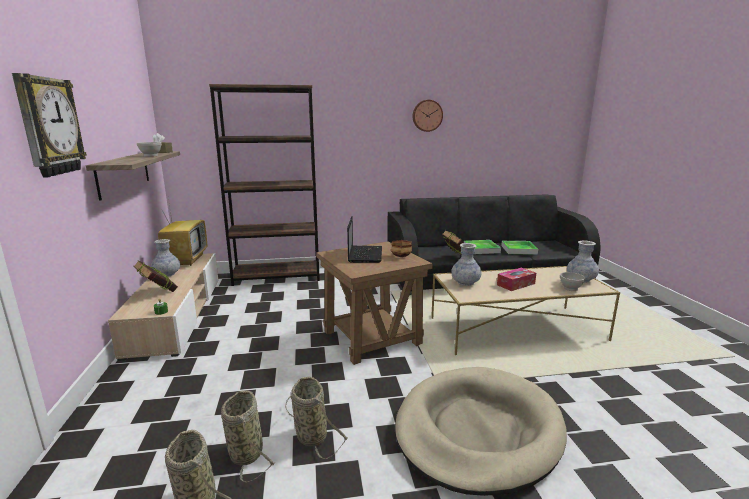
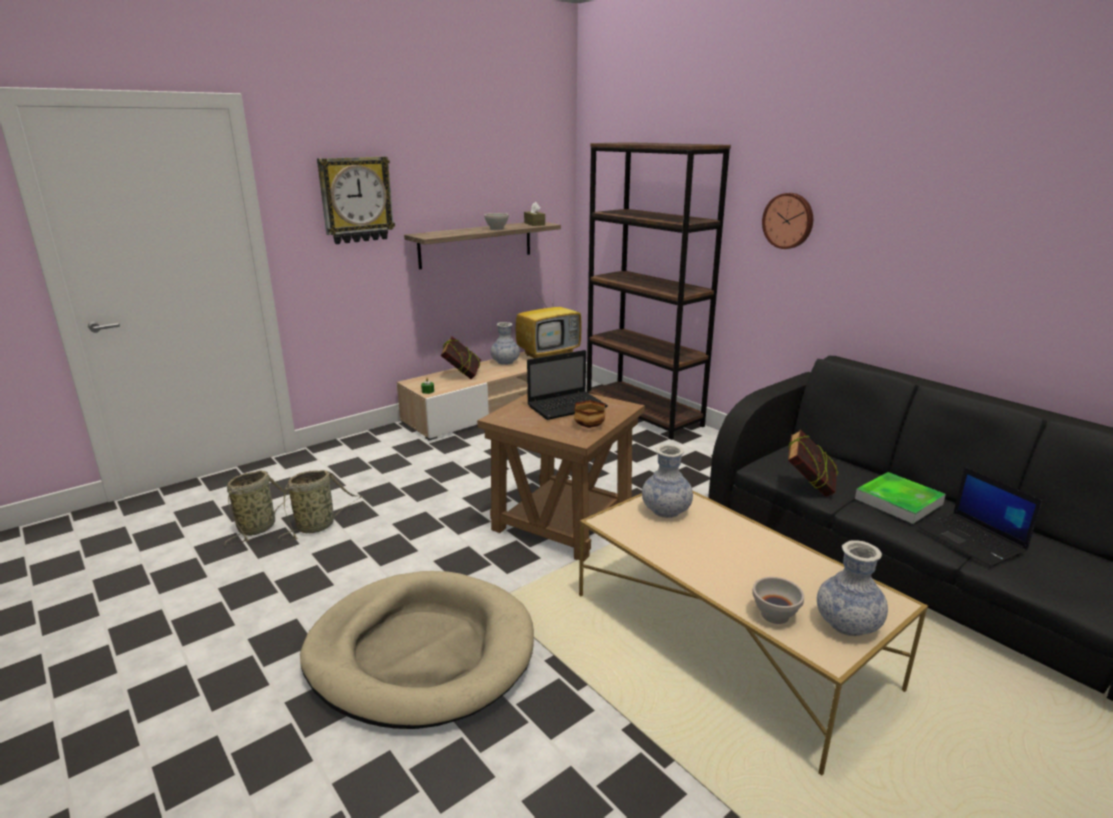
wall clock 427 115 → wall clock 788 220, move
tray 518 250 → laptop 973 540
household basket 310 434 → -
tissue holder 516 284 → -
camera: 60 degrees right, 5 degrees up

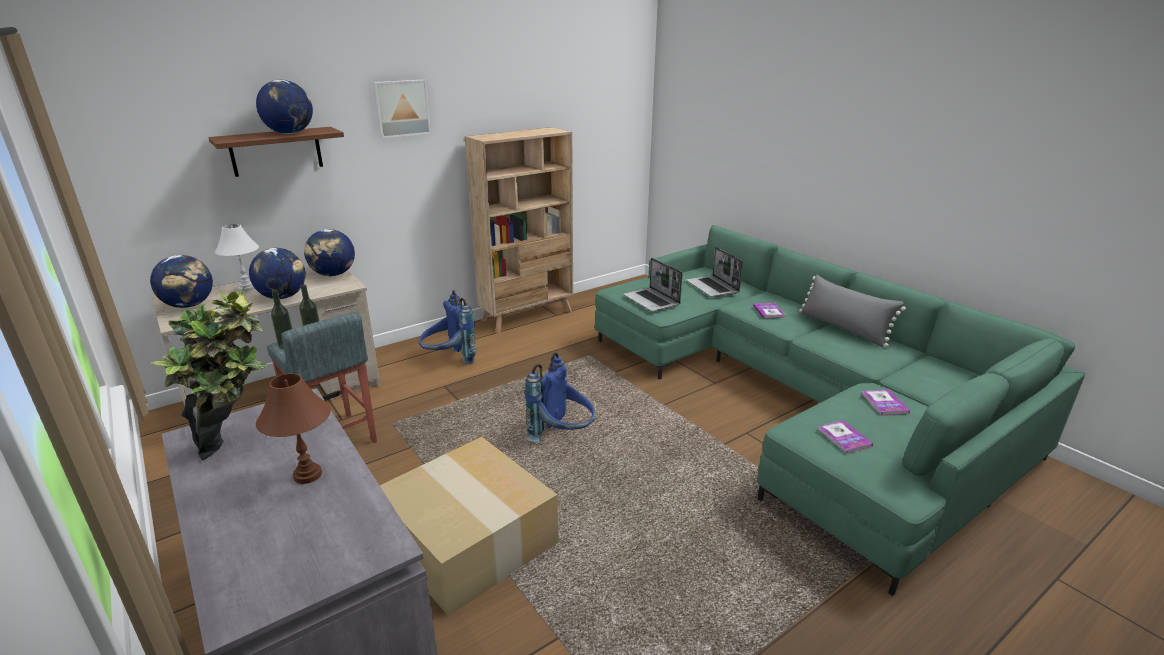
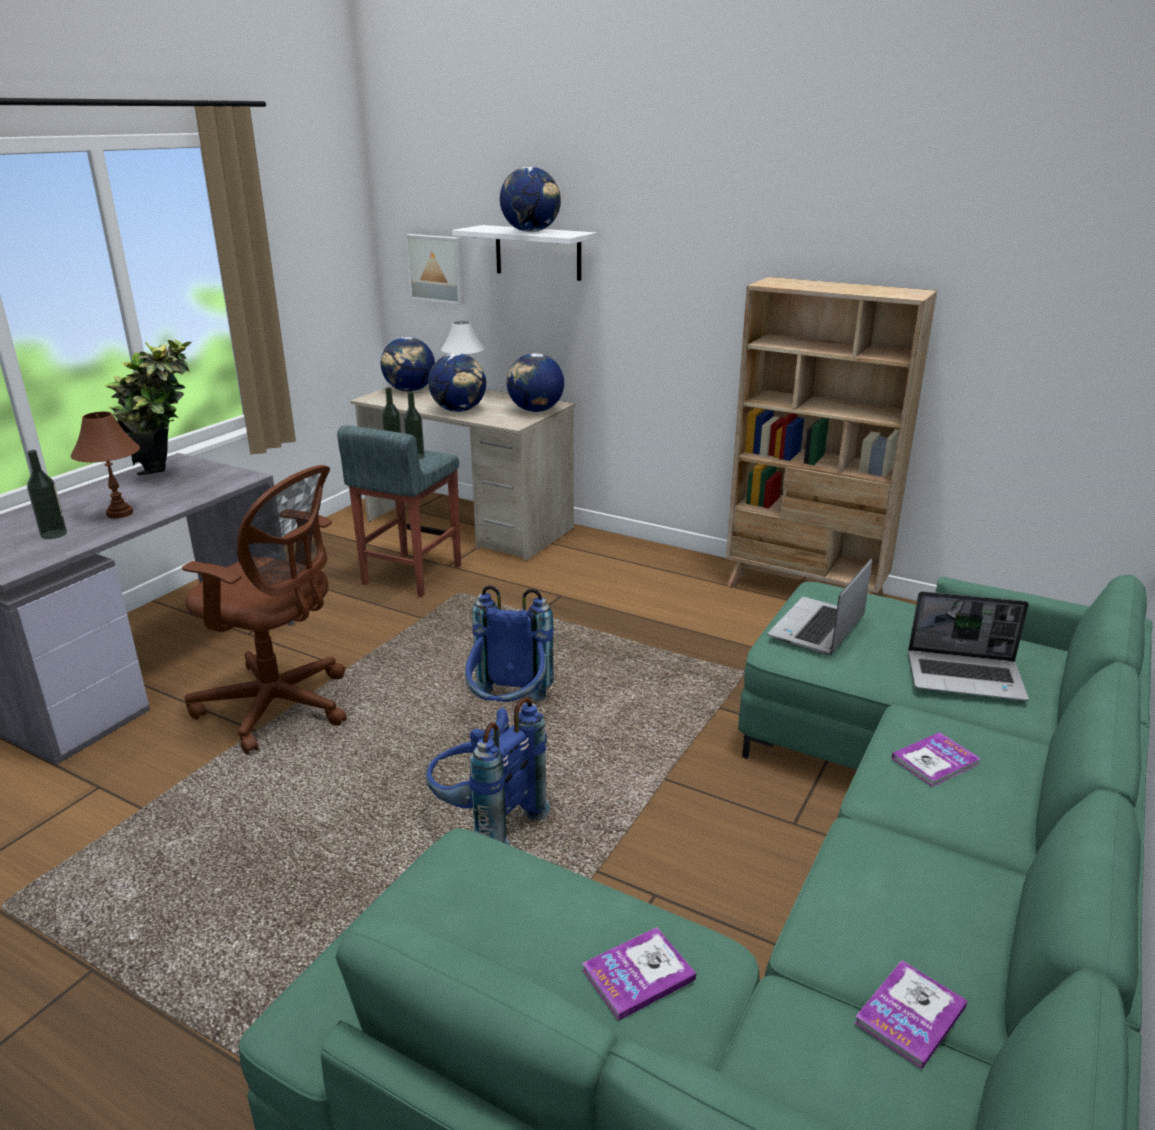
- → drink bottle 54 534
carton 472 540 → brown-coloured computer chair 280 707
picture 401 108 → picture 437 268, move
bluish backpack 449 360 → bluish backpack 484 823, move
brown-coloured shelf 276 151 → whitish shelf 538 252
bound book 844 438 → bound book 910 1015, move
laptop 713 287 → laptop 966 677, 120 degrees counterclockwise
gray cushion 843 328 → -
camera: 65 degrees right, 0 degrees up

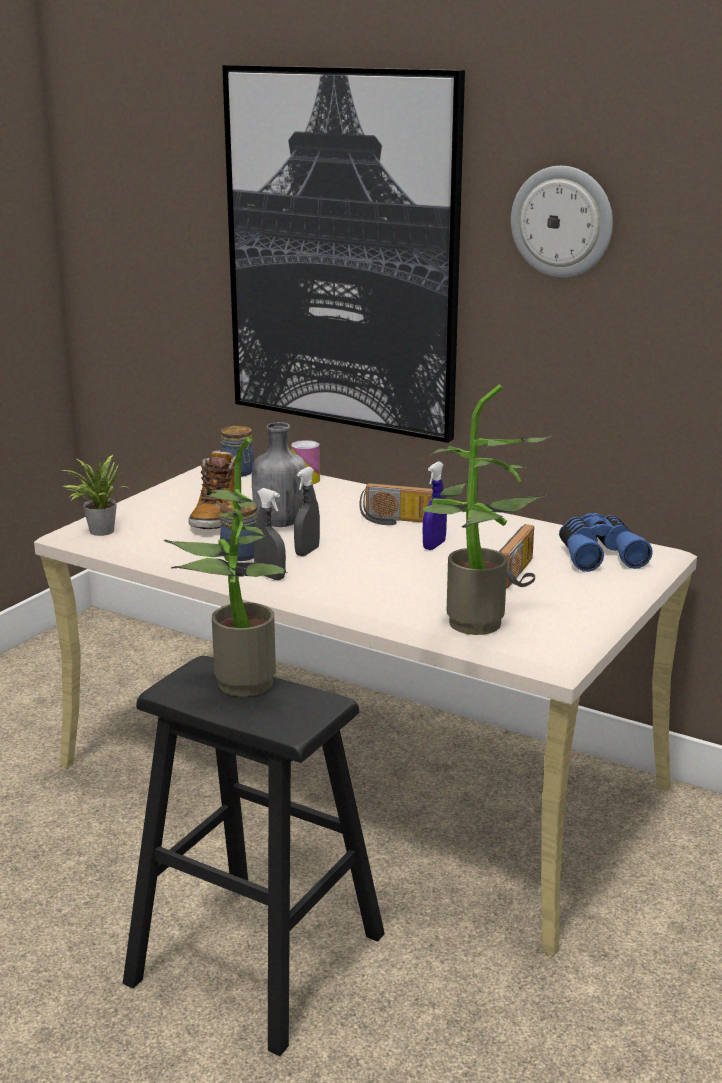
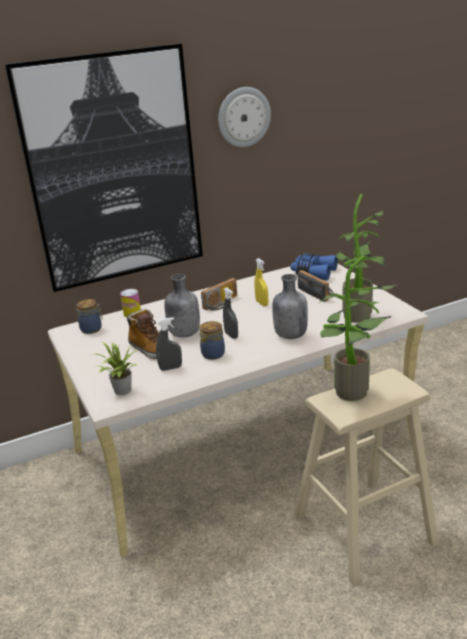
gray spray bottle 270 576 → gray spray bottle 171 368, move
bluish spray bottle 434 545 → yellowish spray bottle 262 303
- → gray drink bottle 290 335
black sitting stool 256 958 → beige-coloured sitting stool 363 529
camera: 55 degrees left, 5 degrees up

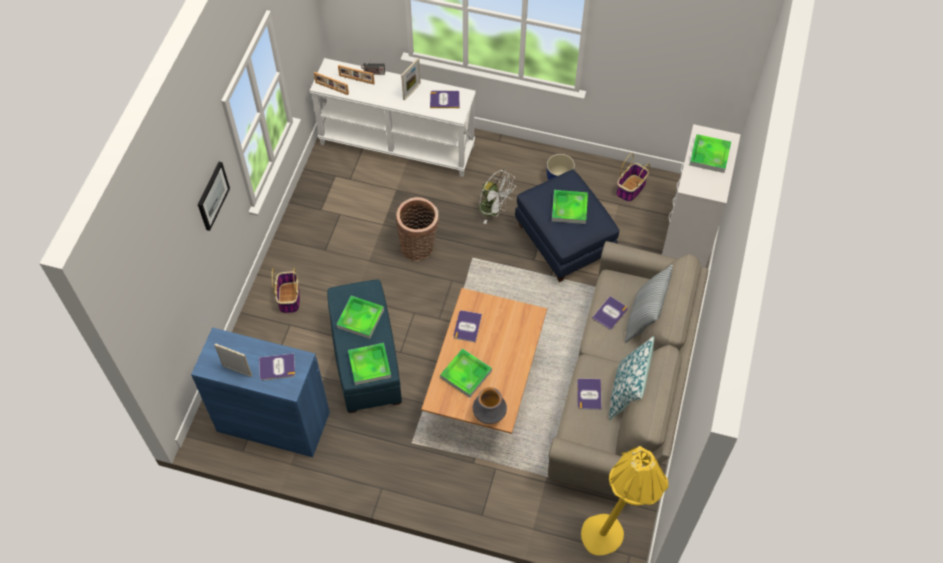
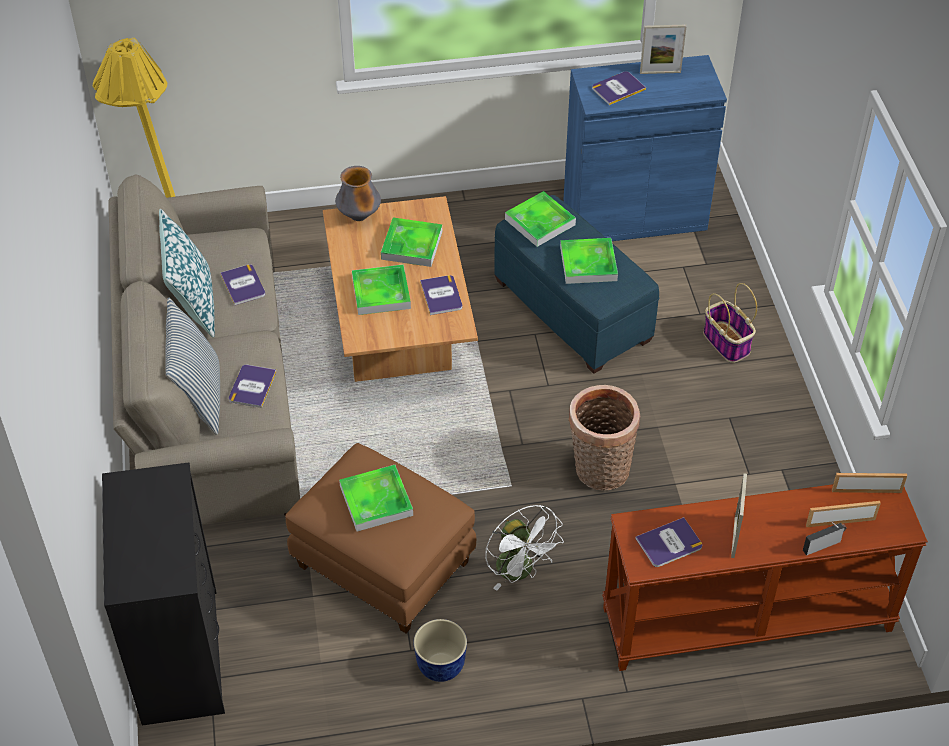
whitish chest of drawers 689 234 → black chest of drawers 180 654
bluish ottoman 565 241 → brown-coloured ottoman 382 565
tray 709 155 → tray 381 293, move
whitish electric fan 494 210 → whitish electric fan 520 571, 135 degrees counterclockwise
whitish narrow table 398 144 → brown-coloured narrow table 746 621
picture 212 195 → -
household basket 630 189 → -
camera: 155 degrees right, 10 degrees down

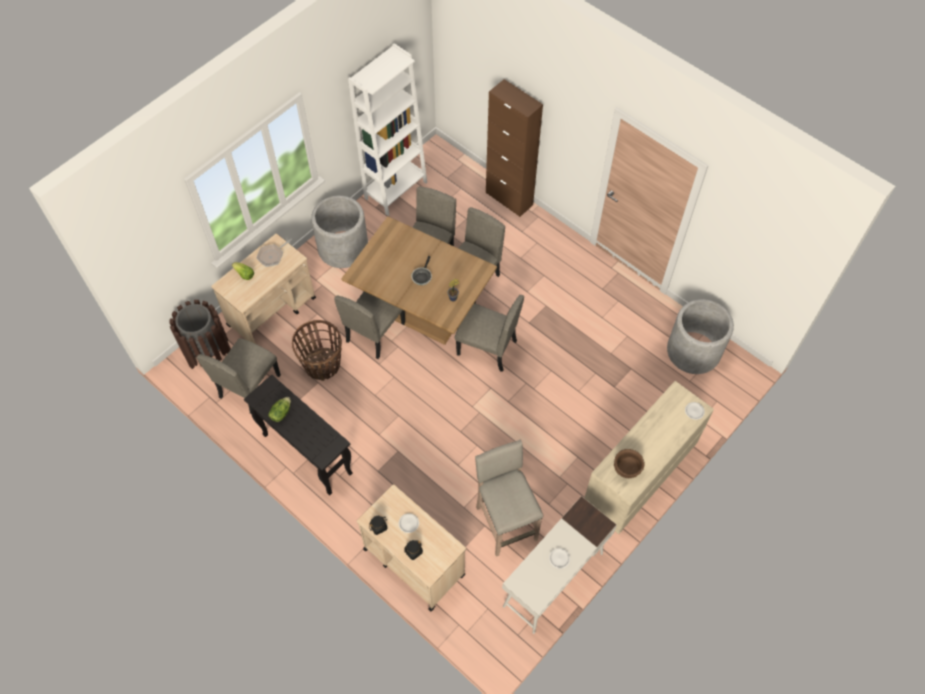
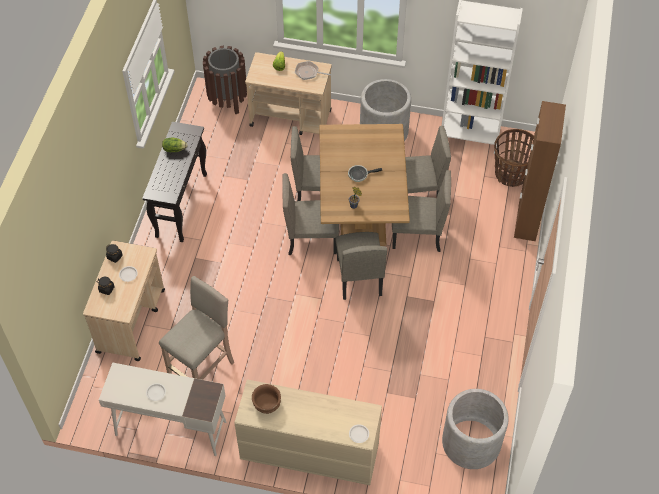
beige-coloured plain chair 249 386 → beige-coloured plain chair 312 238, move
household basket 322 364 → household basket 511 174, move
camera: 60 degrees right, 5 degrees down

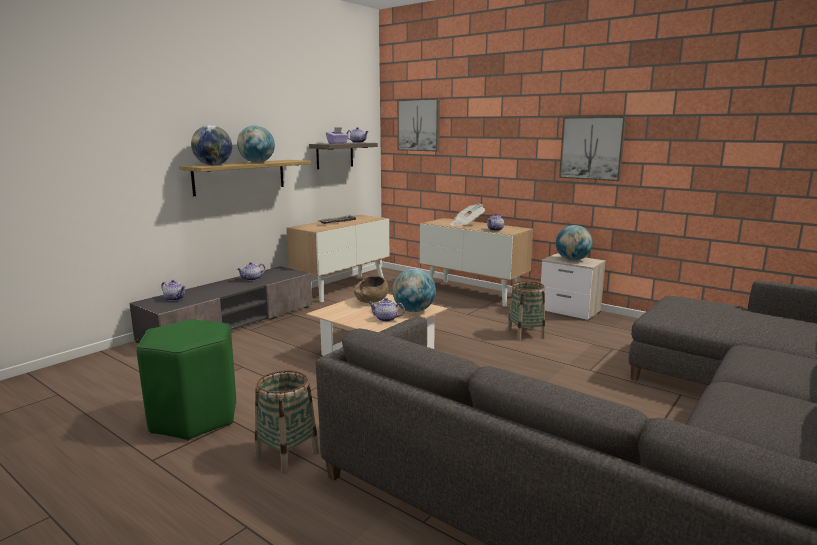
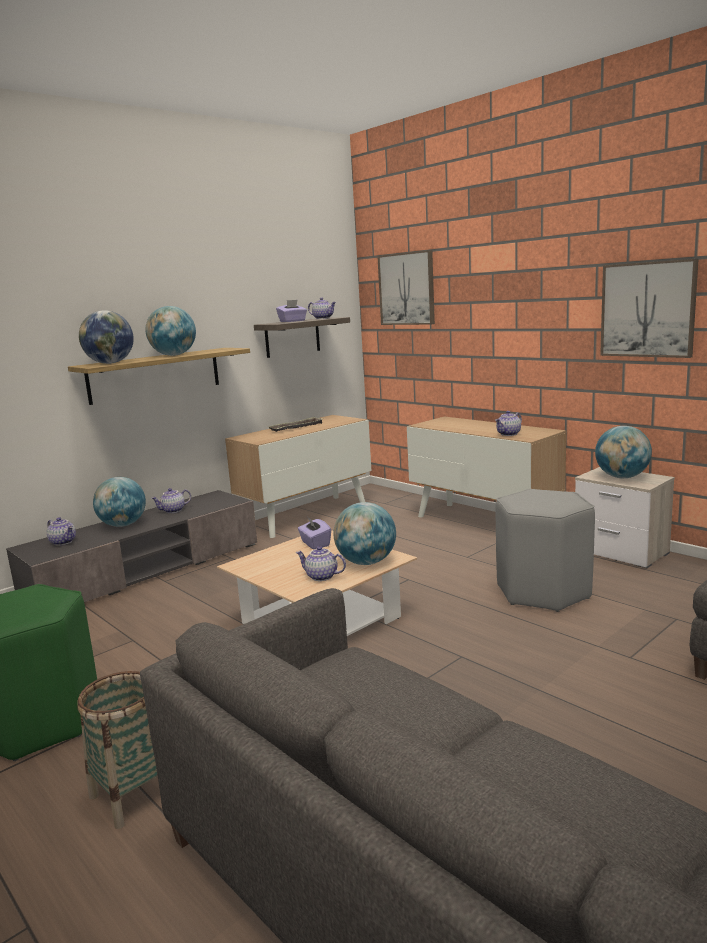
- → globe 123 525
brown-coloured deep dish 372 300 → purple tissue holder 315 544
household basket 525 334 → gray sitting stool 544 592
newspaper 466 224 → -
camera: 10 degrees right, 0 degrees up

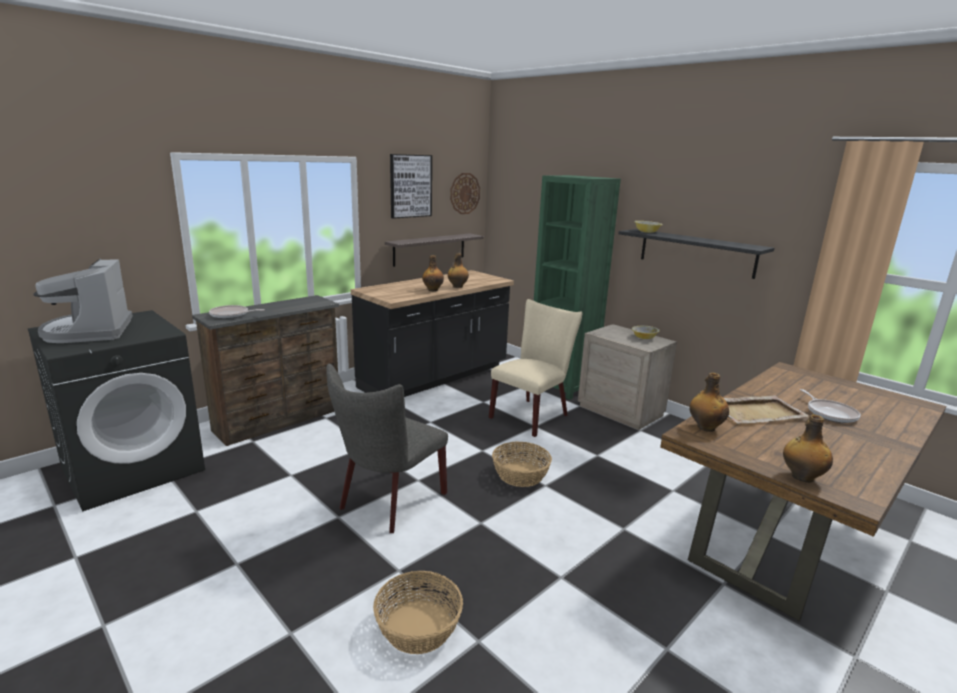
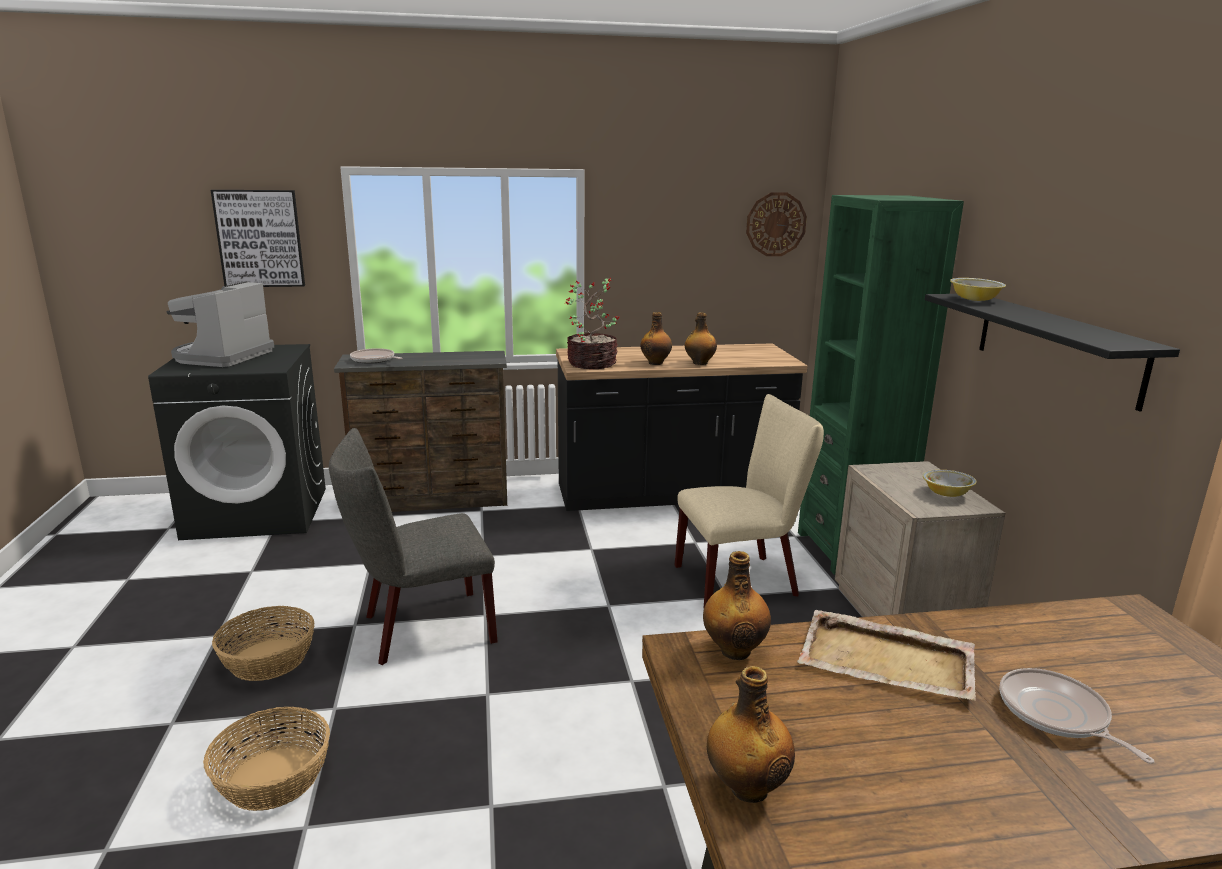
picture 410 186 → picture 260 238, move
household basket 520 474 → household basket 268 659, move
- → potted plant 593 363
frying pan 830 413 → frying pan 1056 715, 135 degrees clockwise
shelf 429 249 → -
camera: 35 degrees right, 0 degrees up

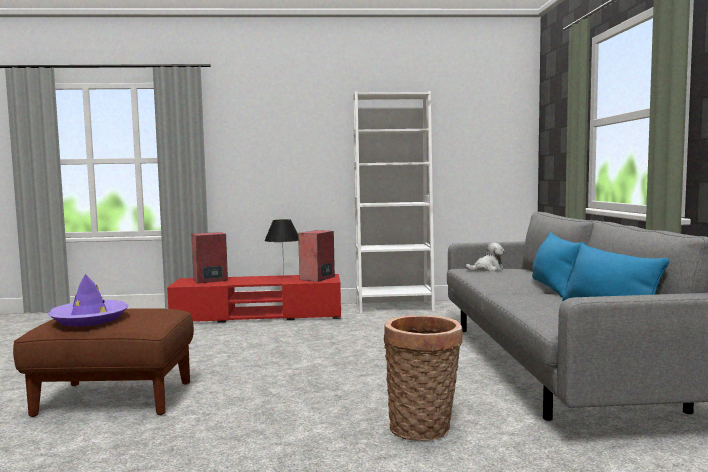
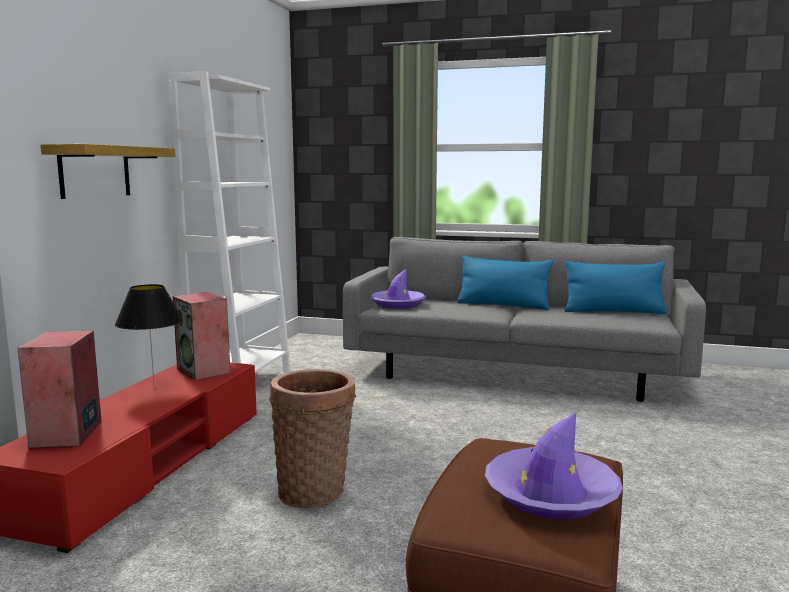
- → shelf 95 171
household basket 423 429 → household basket 315 490, move
plush toy 487 269 → purple clothing hat 397 304
camera: 70 degrees left, 5 degrees up

